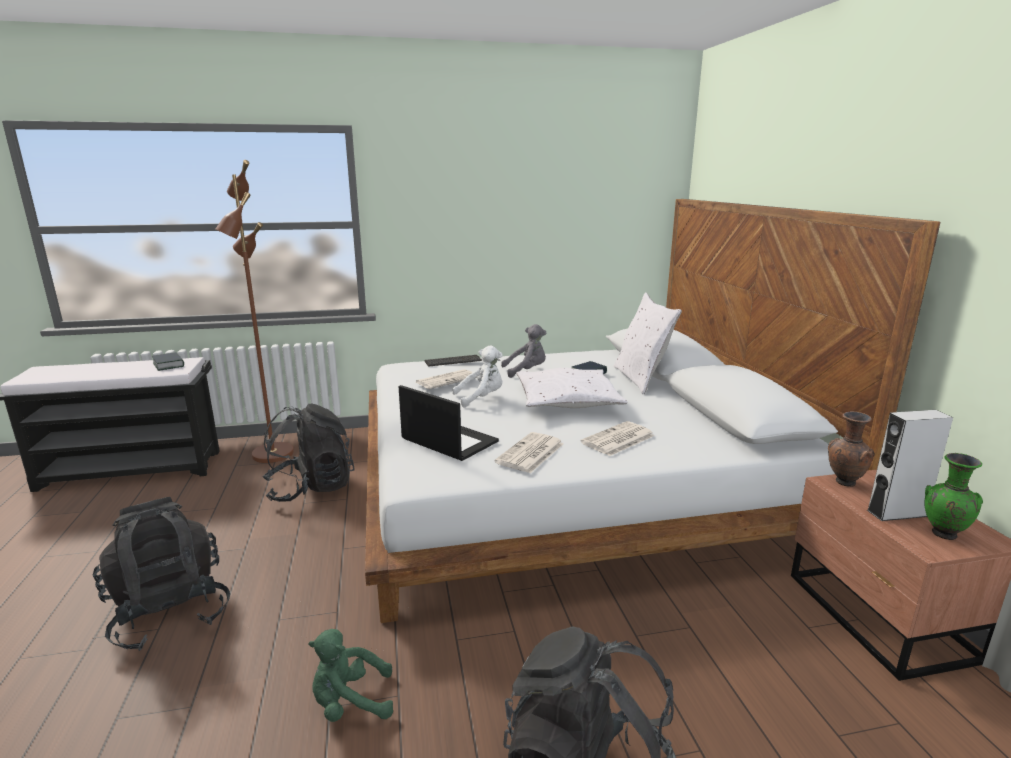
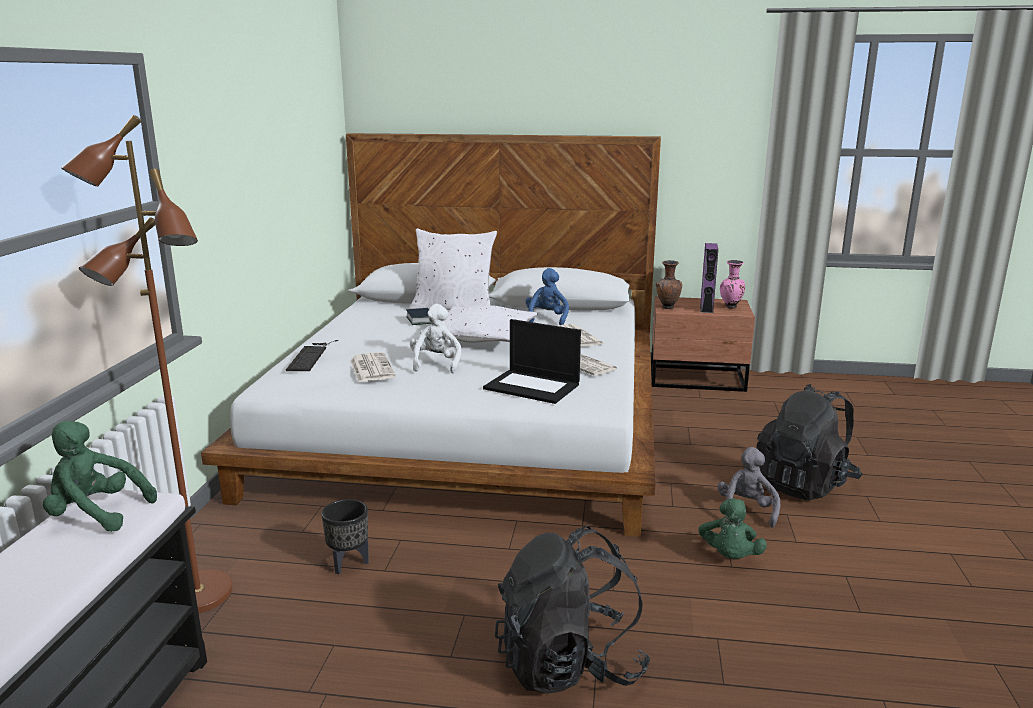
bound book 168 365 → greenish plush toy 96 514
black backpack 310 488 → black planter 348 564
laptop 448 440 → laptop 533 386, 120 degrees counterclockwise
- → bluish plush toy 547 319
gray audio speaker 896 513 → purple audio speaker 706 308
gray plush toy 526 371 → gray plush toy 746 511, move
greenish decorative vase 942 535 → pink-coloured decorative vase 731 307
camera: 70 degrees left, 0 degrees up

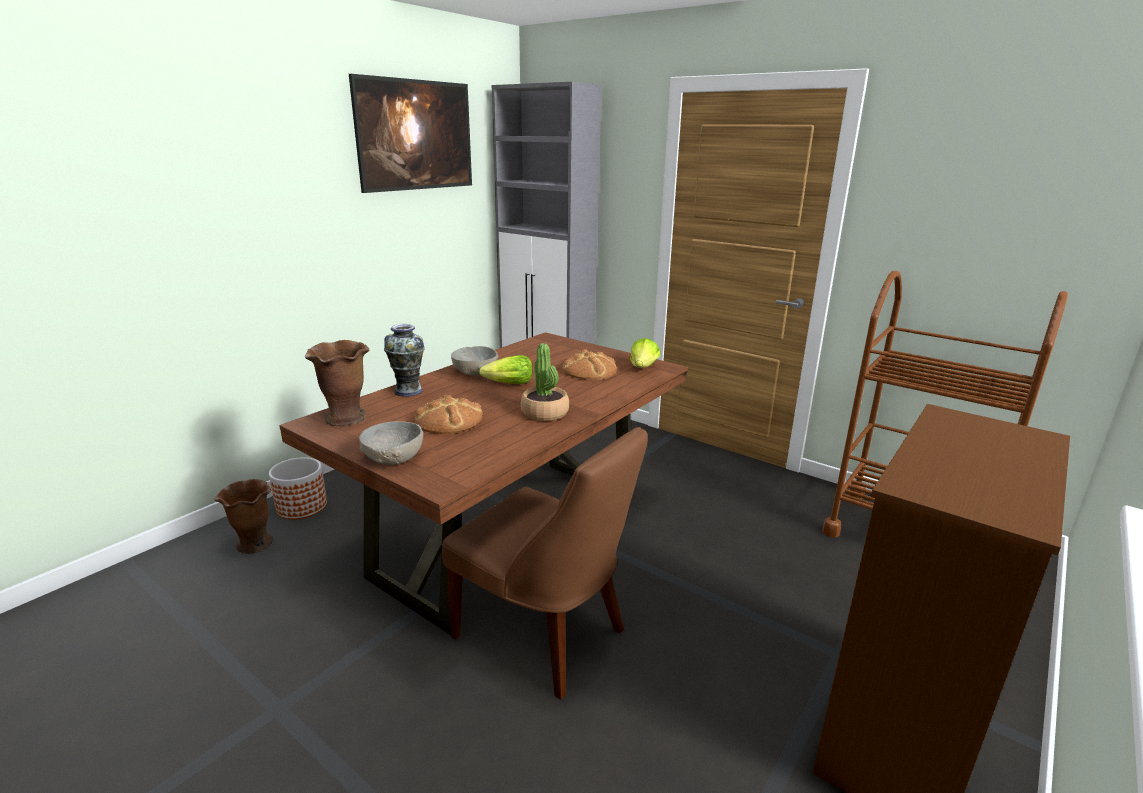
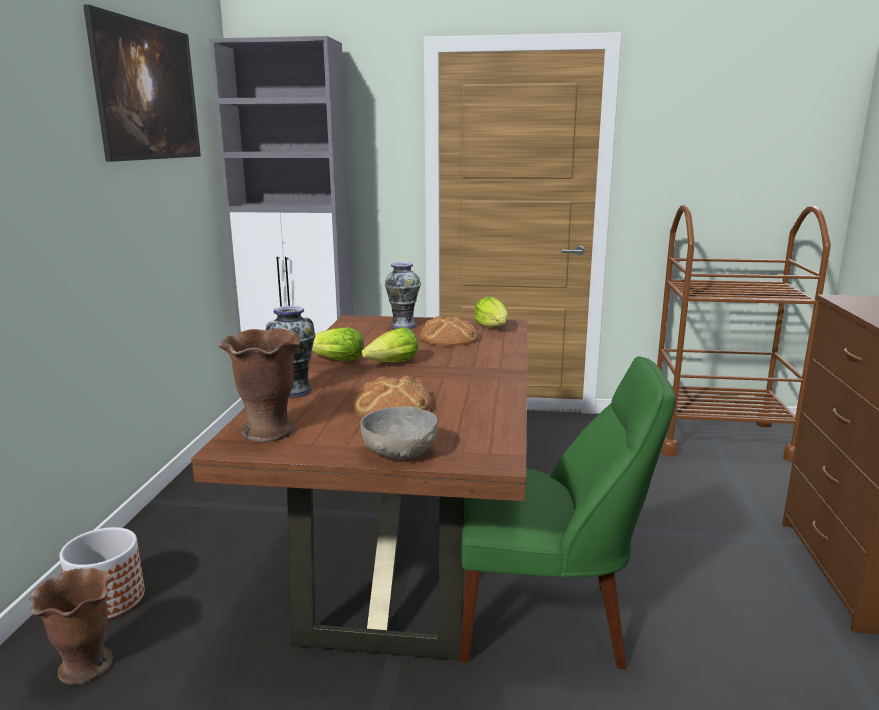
gray deep dish 475 372 → head of lettuce 336 360
- → decorative vase 403 326
brown-coloured plain chair 545 636 → greenish plain chair 549 621
potted plant 545 413 → -
camera: 30 degrees left, 5 degrees down

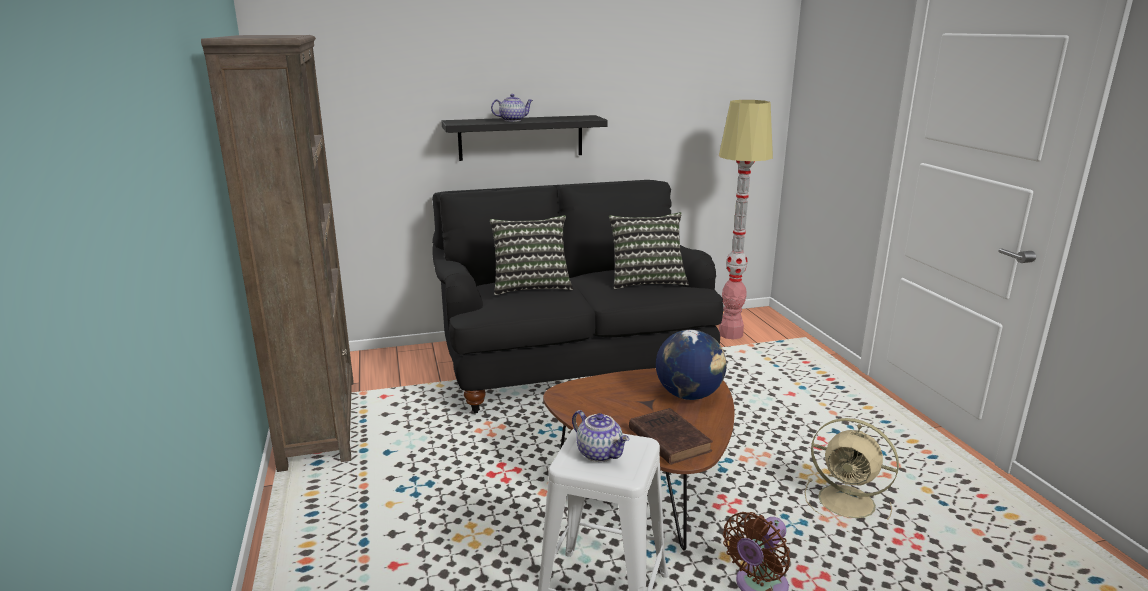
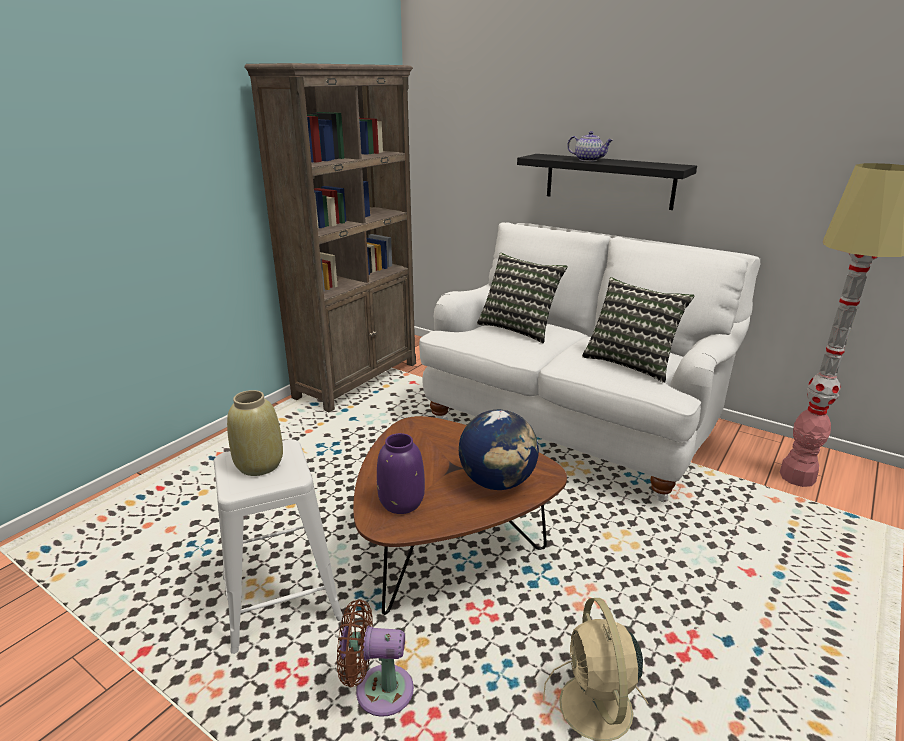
tea pot 600 453 → beige-coloured decorative vase 260 464
brown-coloured bound book 668 439 → purple decorative vase 402 502
black settee 571 365 → whitish settee 574 424
camera: 50 degrees right, 5 degrees up

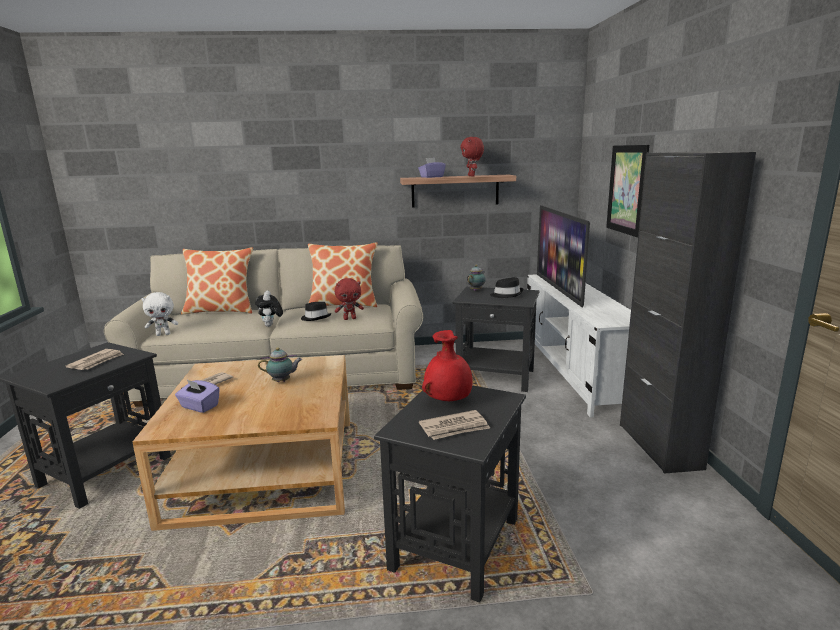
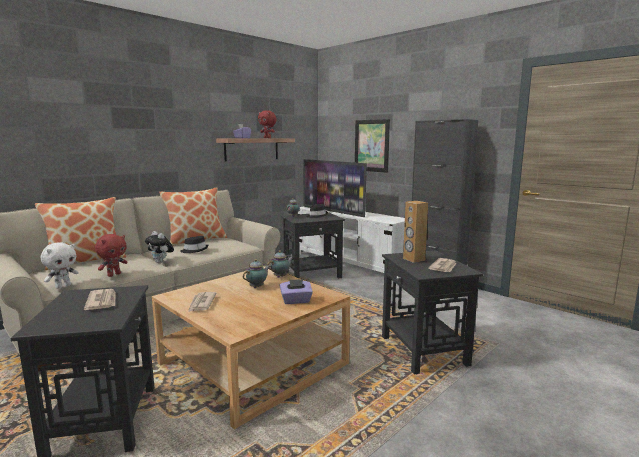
reddish plush toy 350 318 → reddish plush toy 114 275, move
- → tea pot 281 276
purple tissue holder 199 406 → purple tissue holder 296 301, move
reddish decorative vase 449 400 → brown-coloured audio speaker 413 259
camera: 40 degrees left, 5 degrees down

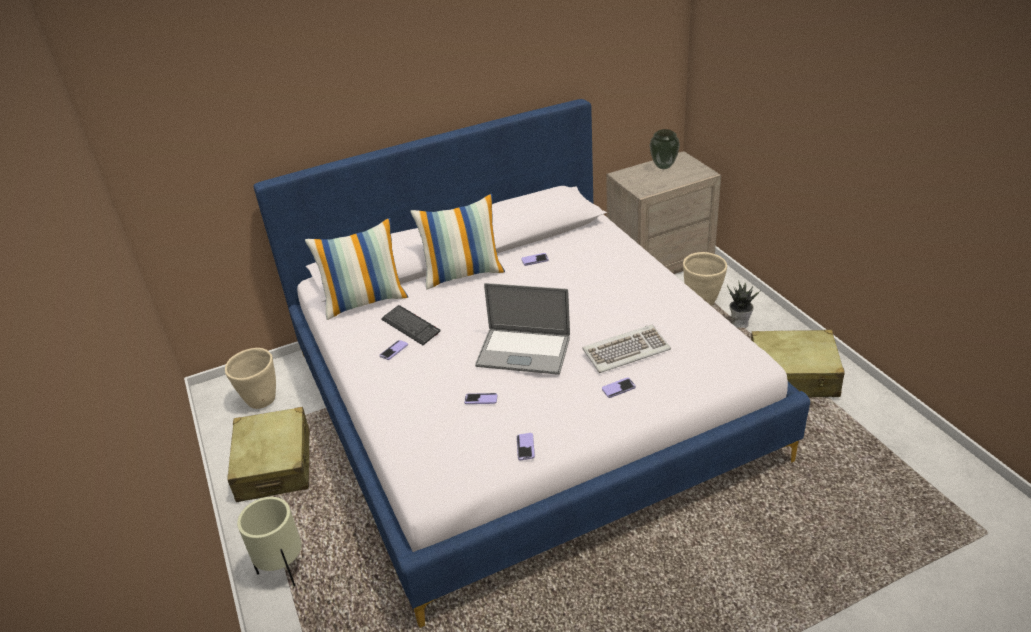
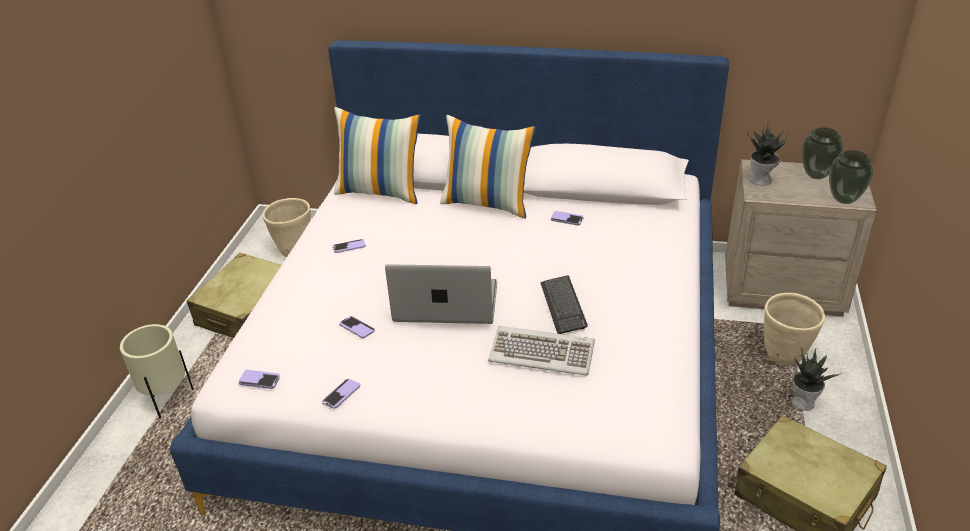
phone 618 388 → phone 259 380, move
laptop 523 351 → laptop 446 303, 135 degrees clockwise
PC keyboard 410 326 → PC keyboard 563 306, move
- → potted plant 761 180
- → decorative vase 843 200
camera: 35 degrees right, 0 degrees up

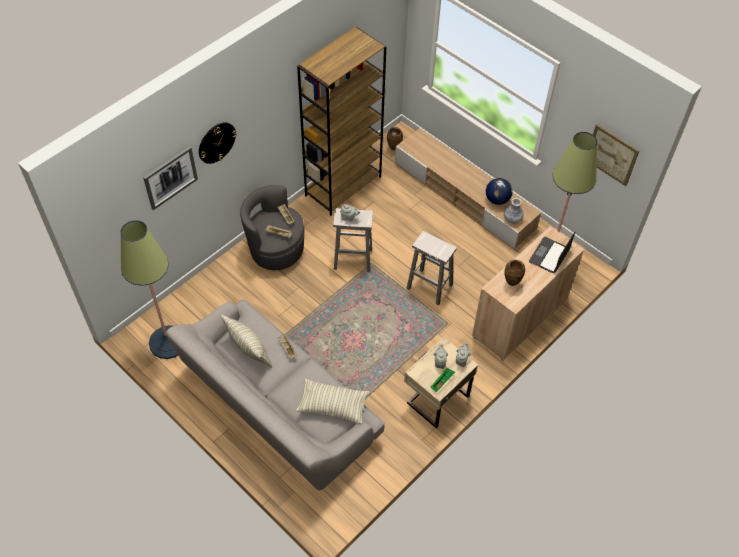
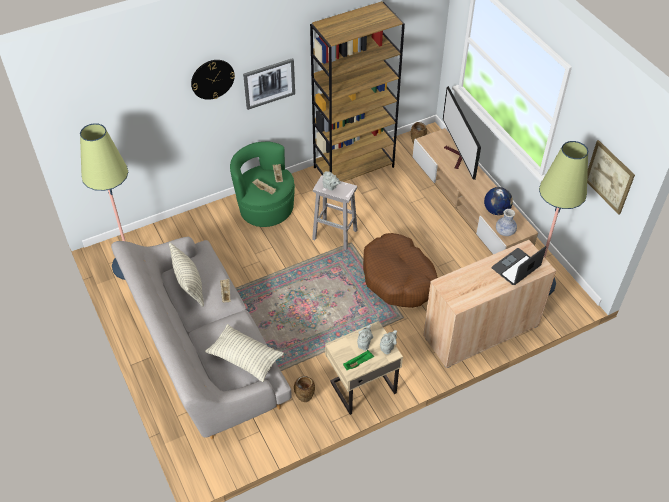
gray armchair 276 249 → greenish armchair 265 208
picture 170 177 → picture 269 83, move
brown-coloured decorative vase 511 283 → brown-coloured decorative vase 305 399, move
whitish sitting stool 428 286 → brown-coloured dog bed 399 278
- → television 457 157
camera: 20 degrees right, 5 degrees down

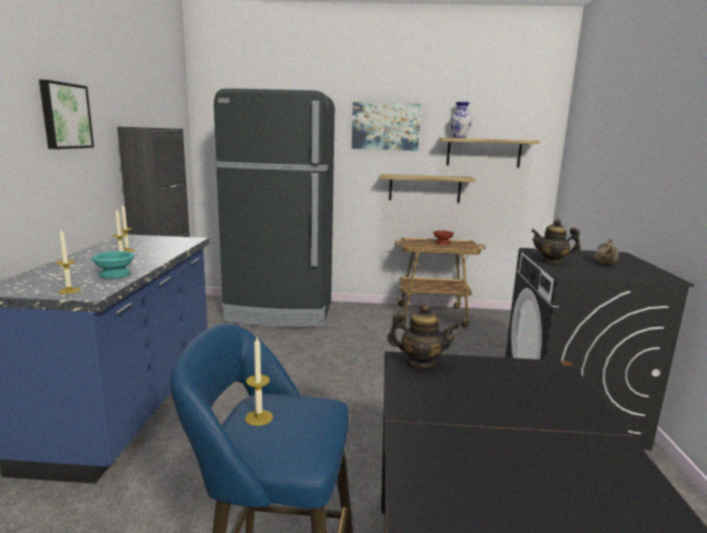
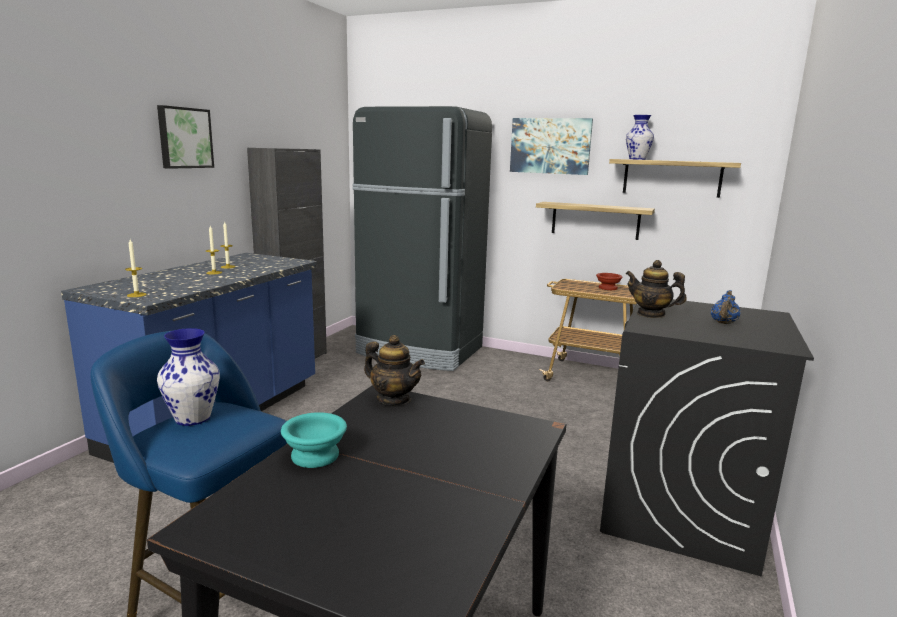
wax light 259 417 → decorative vase 192 418
turquoise-coloured deep dish 115 274 → turquoise-coloured deep dish 316 455, move
beige-coloured tea pot 605 264 → bluish tea pot 723 323
camera: 20 degrees right, 0 degrees up

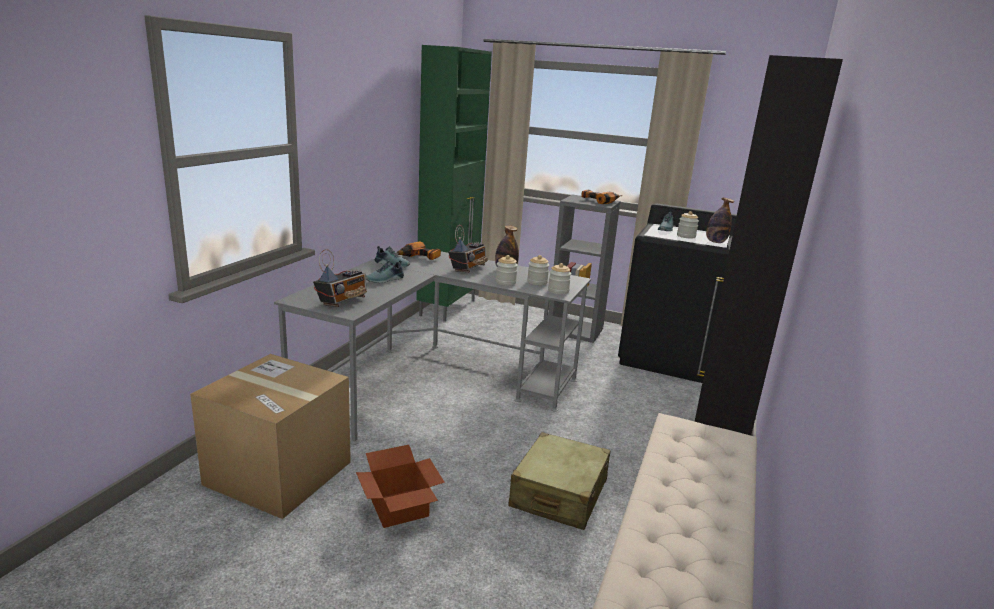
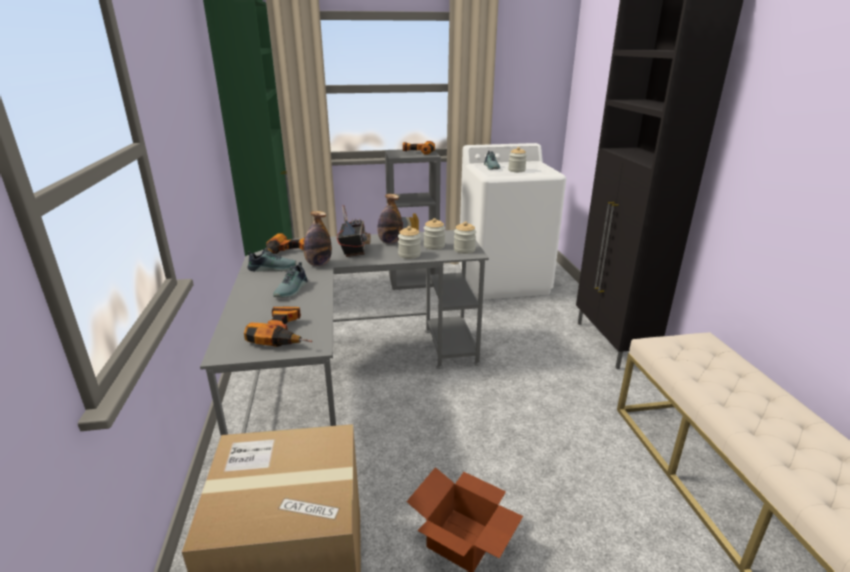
radio 342 301 → electric drill 285 334
drink bottle 715 242 → drink bottle 318 264, move
black washing machine 667 357 → whitish washing machine 504 280
beige-coloured suitcase 559 494 → -
camera: 30 degrees left, 5 degrees up

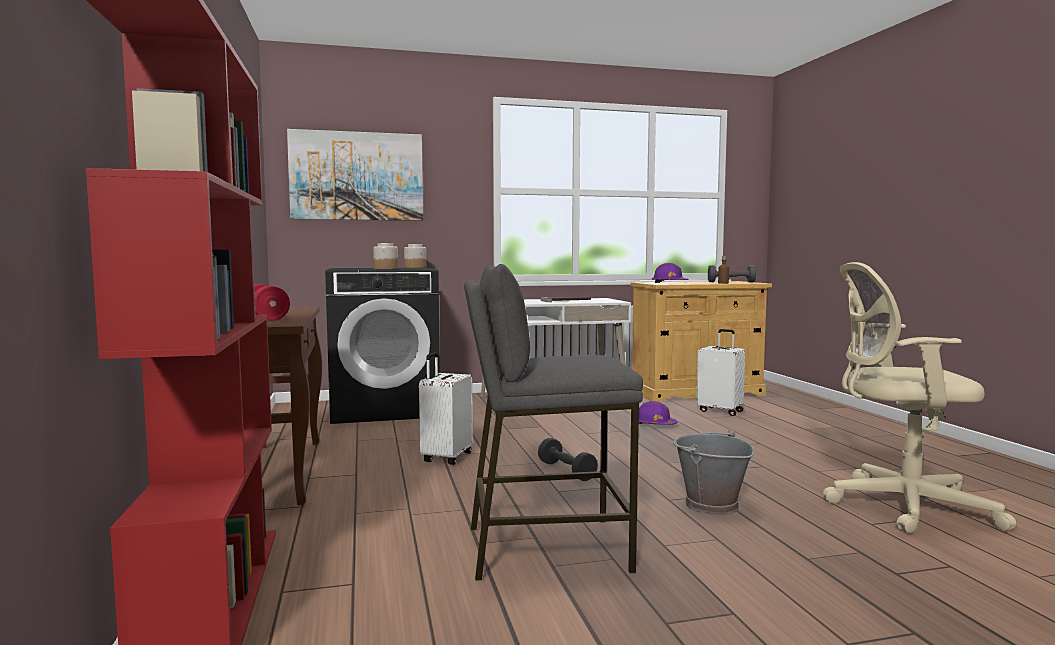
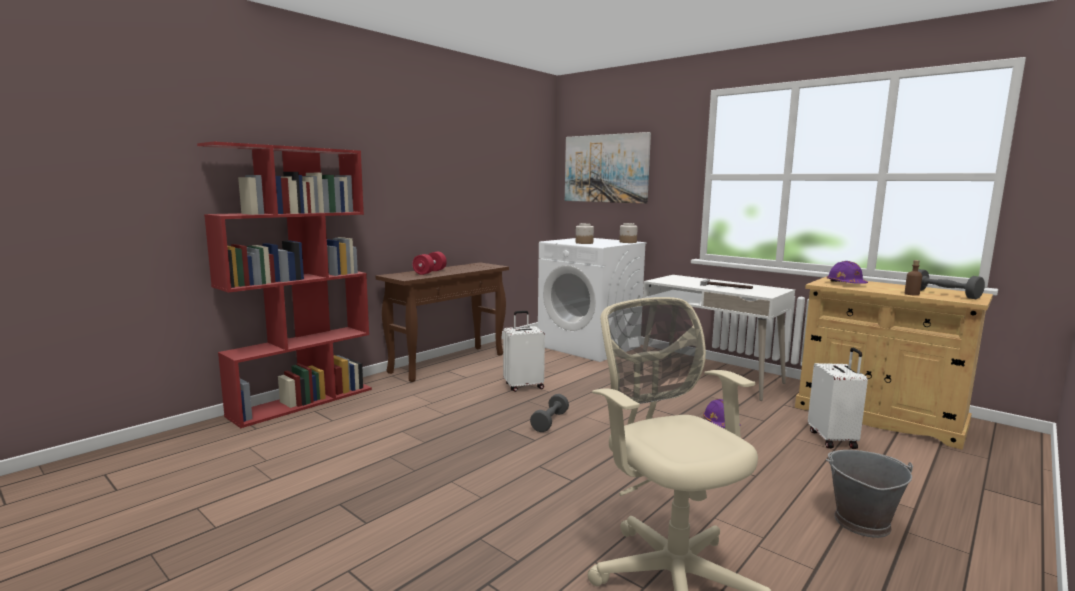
black washing machine 385 409 → whitish washing machine 590 346
gray water bucket 711 505 → gray water bucket 861 522, move
gray sitting stool 546 547 → -
camera: 55 degrees right, 5 degrees up

